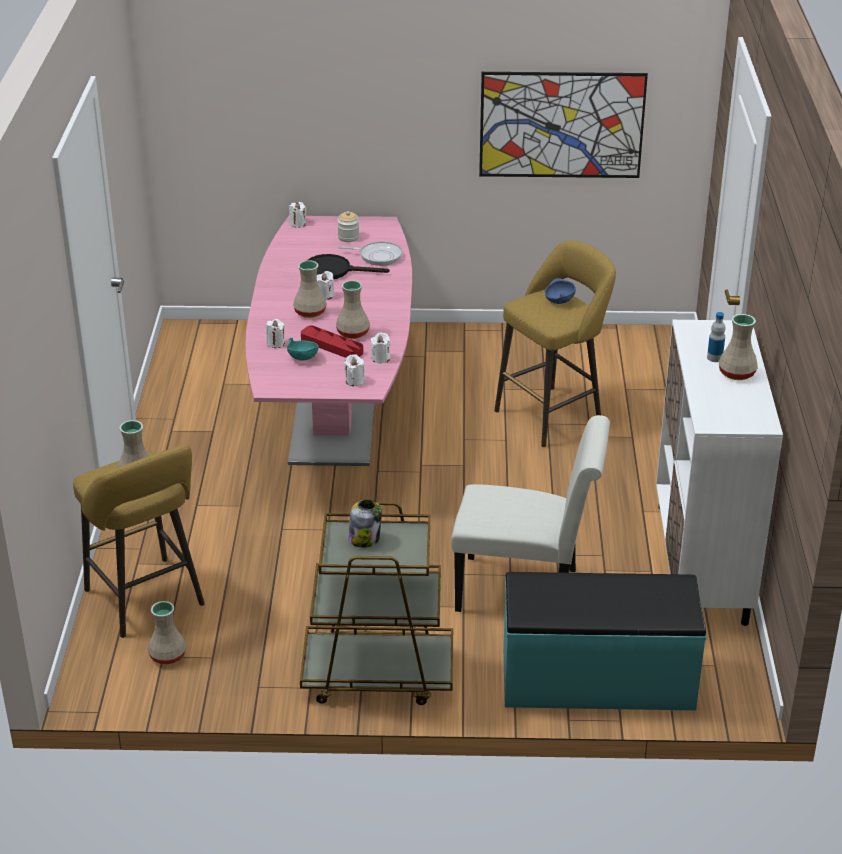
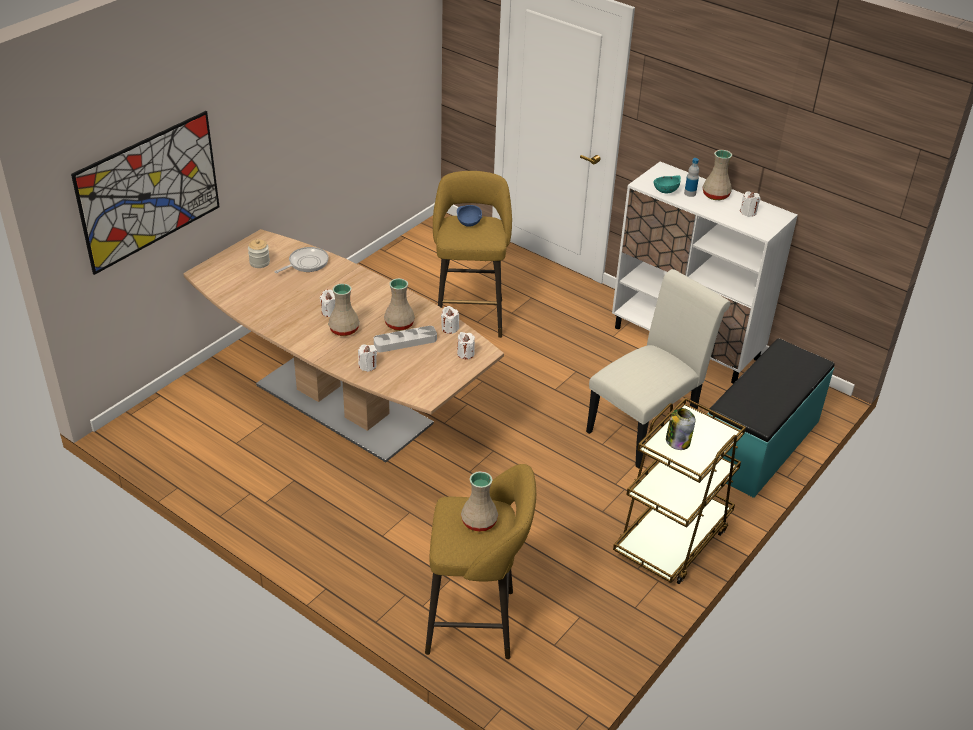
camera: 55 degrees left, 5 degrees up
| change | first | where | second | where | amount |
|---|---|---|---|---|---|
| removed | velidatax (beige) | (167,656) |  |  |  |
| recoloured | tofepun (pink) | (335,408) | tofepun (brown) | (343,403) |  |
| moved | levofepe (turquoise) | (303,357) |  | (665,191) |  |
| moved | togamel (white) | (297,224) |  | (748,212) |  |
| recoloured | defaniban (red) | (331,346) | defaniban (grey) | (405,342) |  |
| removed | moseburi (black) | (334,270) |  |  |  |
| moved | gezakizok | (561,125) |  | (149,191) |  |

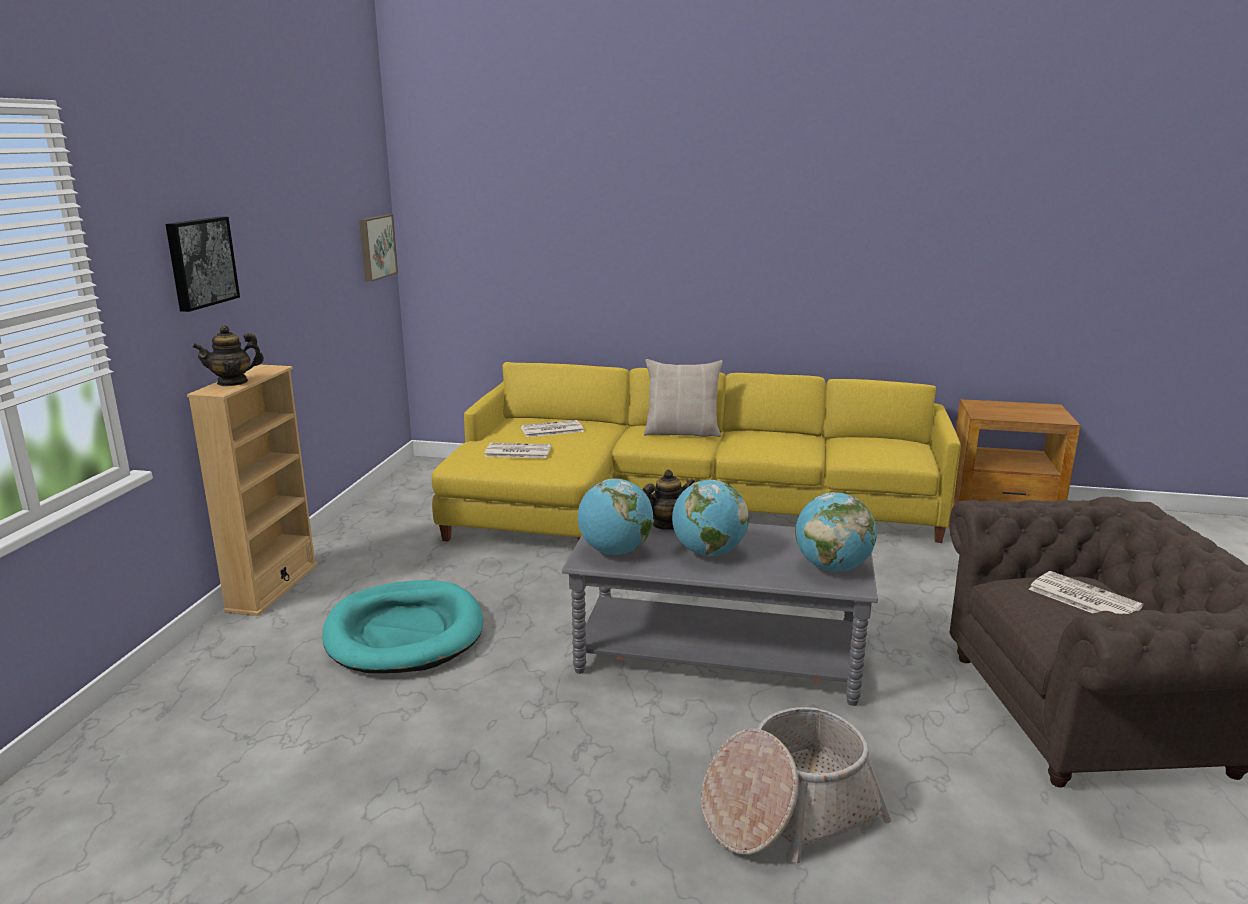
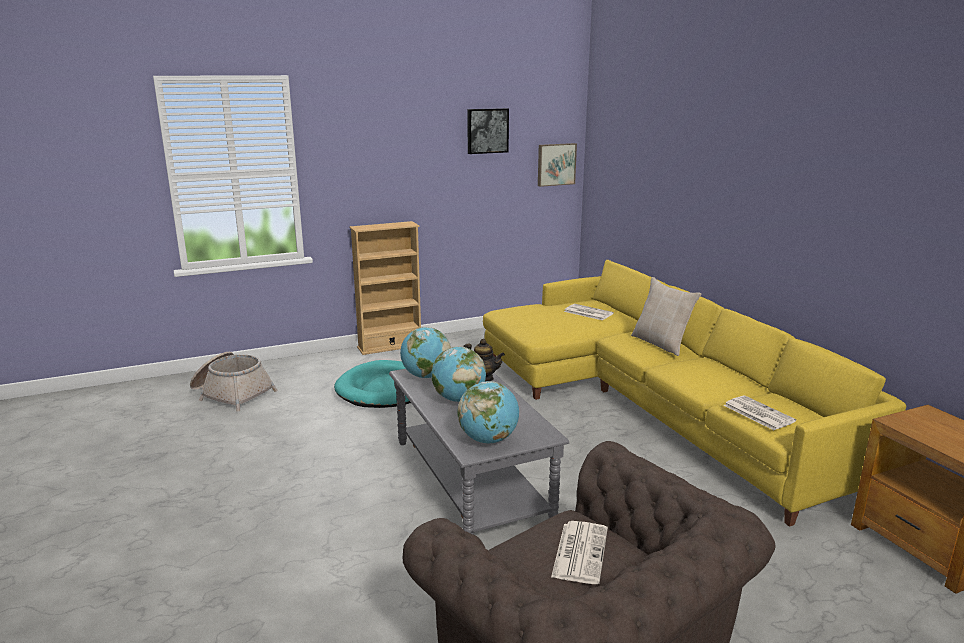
camera: 55 degrees right, 0 degrees up
| change | first | where | second | where | amount |
|---|---|---|---|---|---|
| moved | gezakizok | (200,262) |  | (487,130) |  |
| removed | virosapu | (233,382) |  |  |  |
| moved | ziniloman | (517,452) |  | (757,413) |  |
| moved | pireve | (787,811) |  | (231,394) |  |

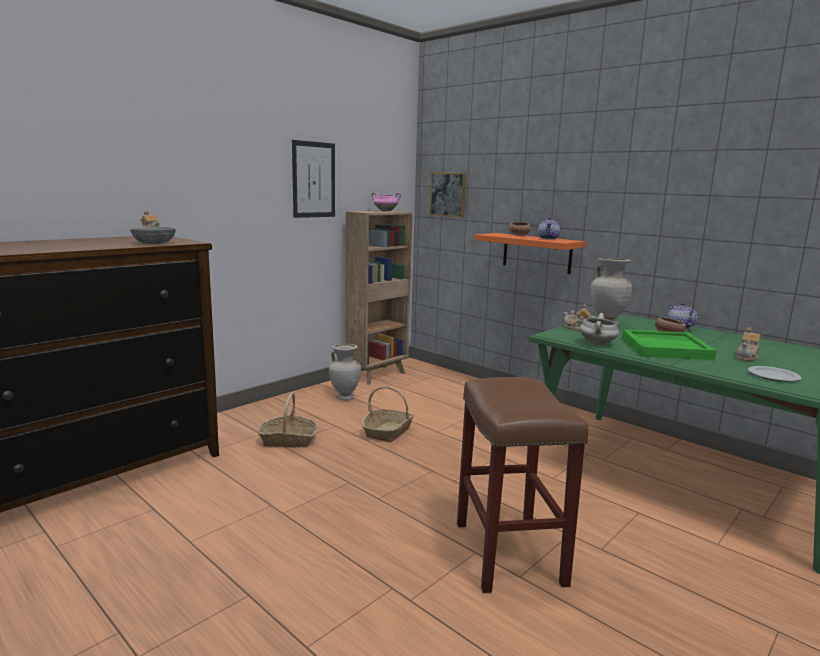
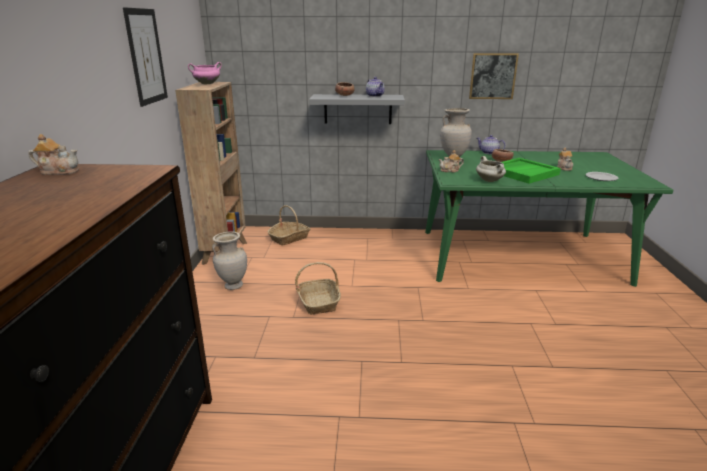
camera: 40 degrees left, 10 degrees up
| change | first | where | second | where | amount |
|---|---|---|---|---|---|
| removed | levofepe (grey) | (154,243) |  |  |  |
| moved | pireve | (288,440) |  | (289,238) |  |
| moved | gezakizok | (448,194) |  | (492,76) |  |
| removed | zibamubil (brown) | (507,552) |  |  |  |
| recoloured | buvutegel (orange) | (536,253) | buvutegel (grey) | (358,109) |  |

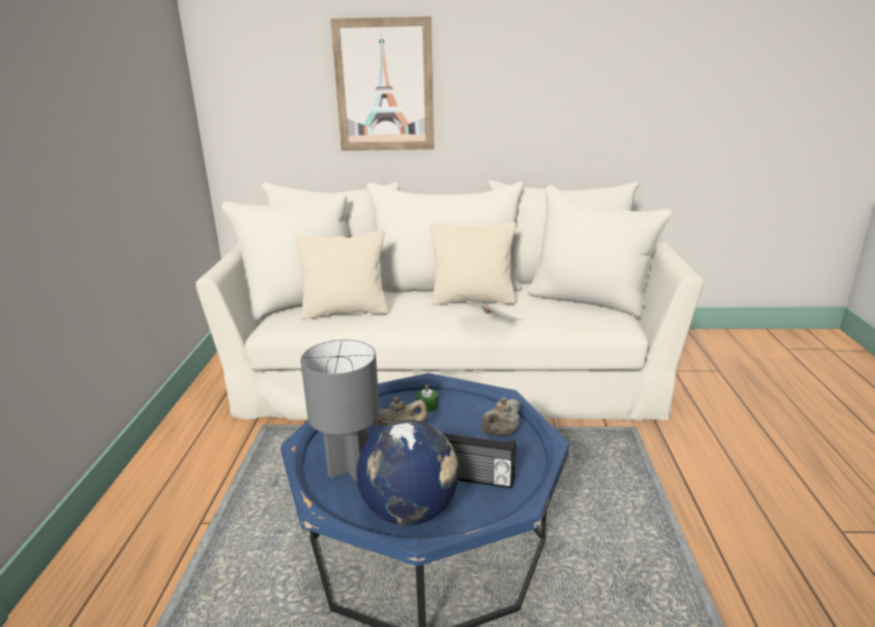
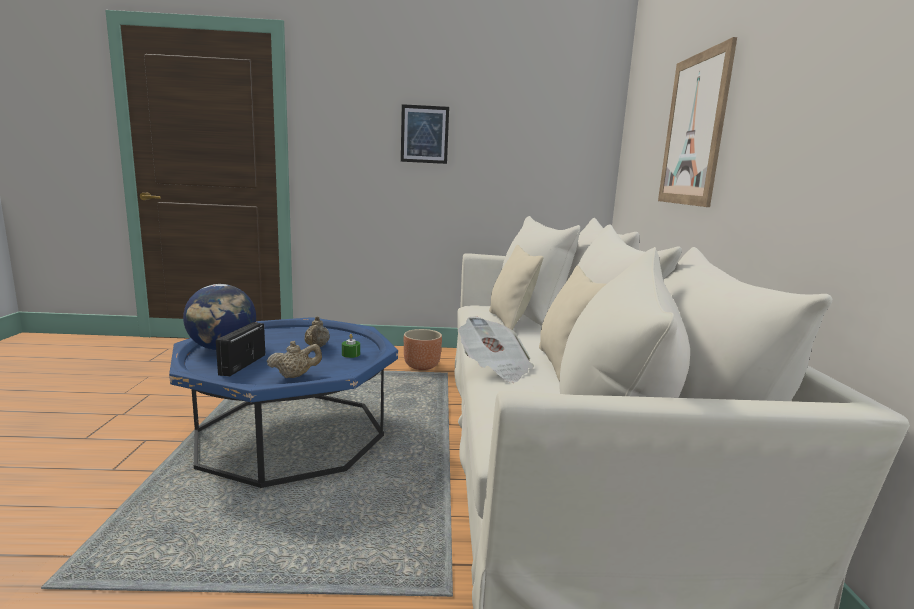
camera: 85 degrees right, 10 degrees down
| change | first | where | second | where | amount |
|---|---|---|---|---|---|
| removed | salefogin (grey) | (349,468) |  |  |  |
| turned | virosapu (beige) | (501,433) |  | (295,376) | 120 degrees clockwise |
| added |  |  | gezakizok | (424,134) |  |
| added |  |  | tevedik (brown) | (422,366) |  |

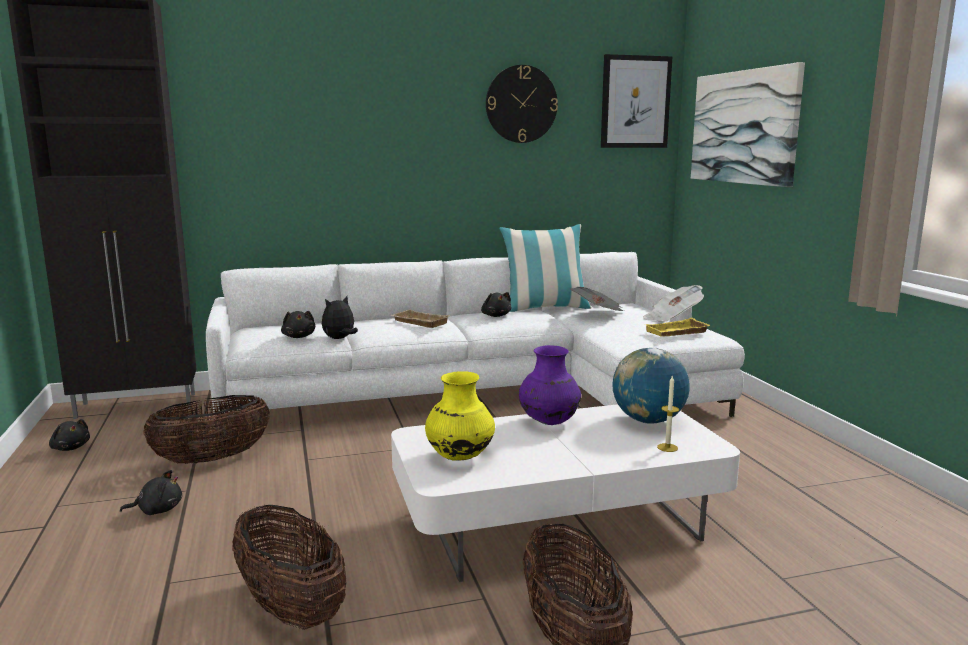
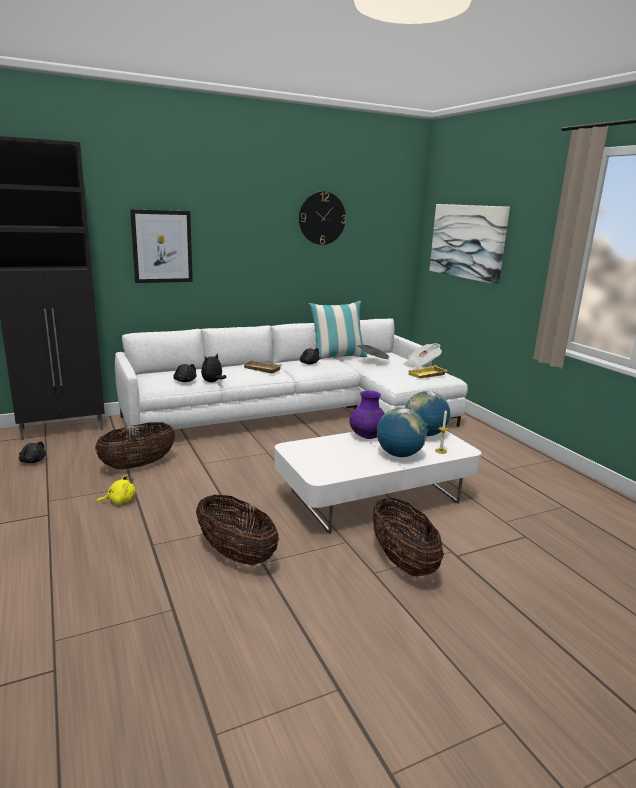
camera: 10 degrees left, 5 degrees up
| change | first | where | second | where | amount |
|---|---|---|---|---|---|
| recoloured | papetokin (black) | (157,510) | papetokin (yellow) | (120,500) |  |
| removed | velidatax (yellow) | (460,457) |  |  |  |
| moved | gezakizok | (635,102) |  | (162,246) |  |
| added |  |  | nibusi | (399,455) |  |

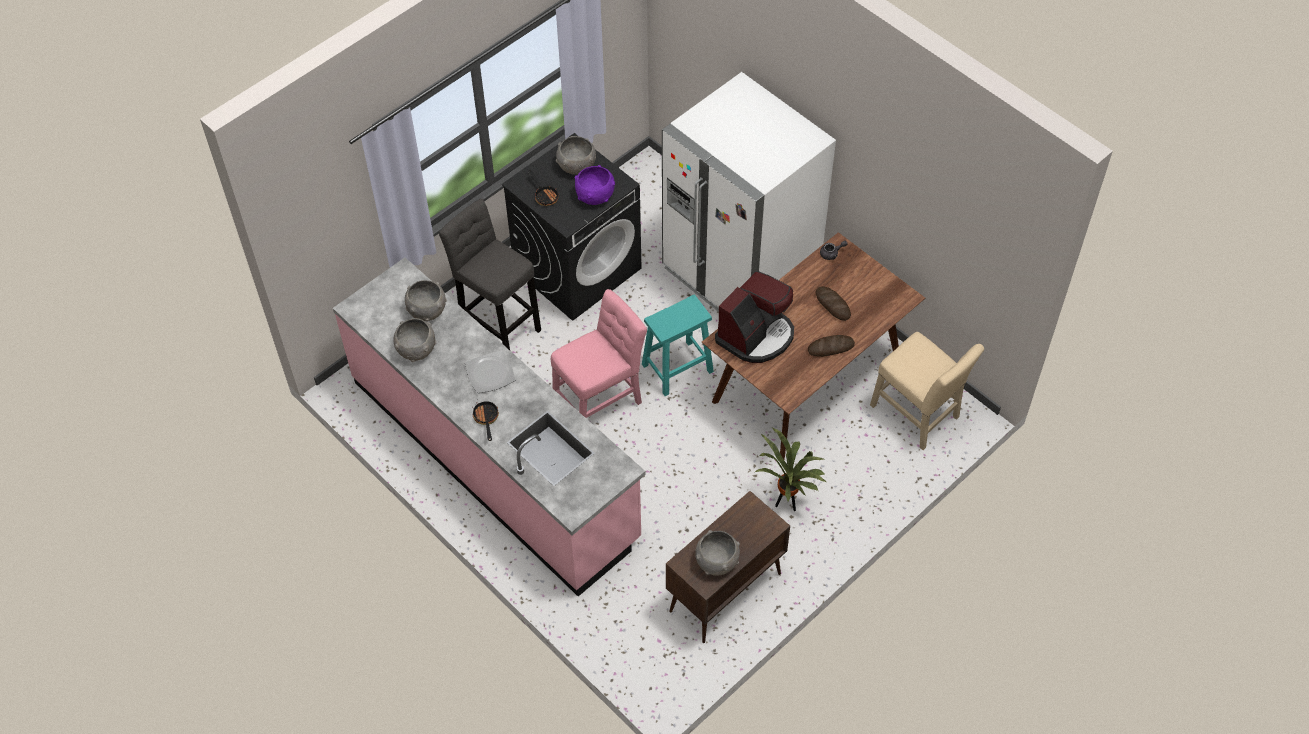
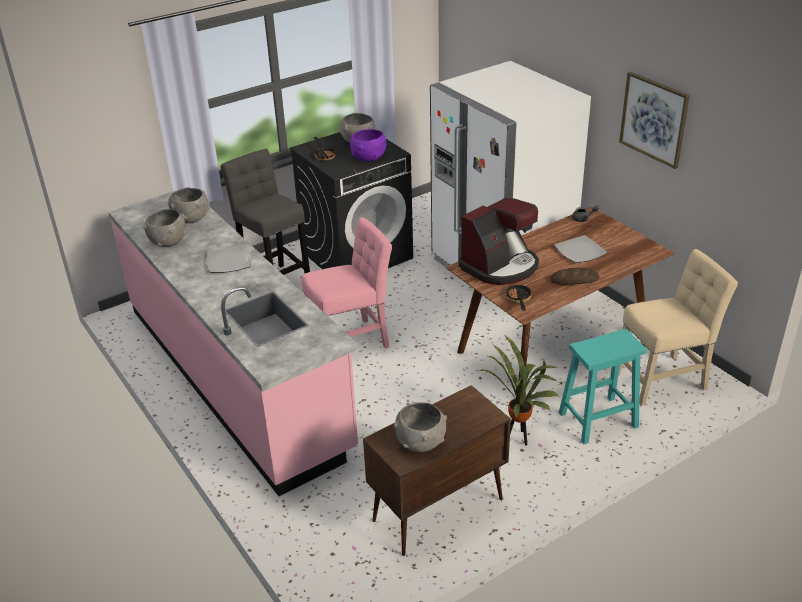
camera: 10 degrees right, 20 degrees down
| change | first | where | second | where | amount |
|---|---|---|---|---|---|
| moved | moseburi | (486,419) |  | (518,299) |  |
| moved | zibamubil (turquoise) | (676,369) |  | (597,420) |  |
| replaced | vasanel | (832,305) | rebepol | (580,251) |  |
| turned | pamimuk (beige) | (917,415) |  | (663,379) | 75 degrees counterclockwise |
| added |  |  | gezakizok | (654,119) |  |

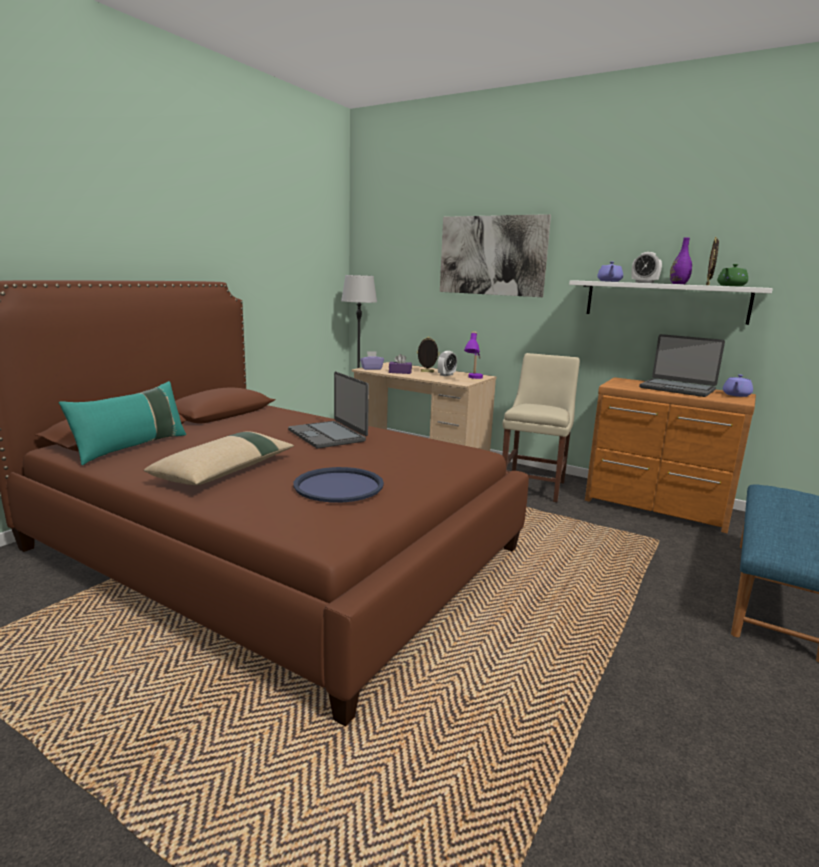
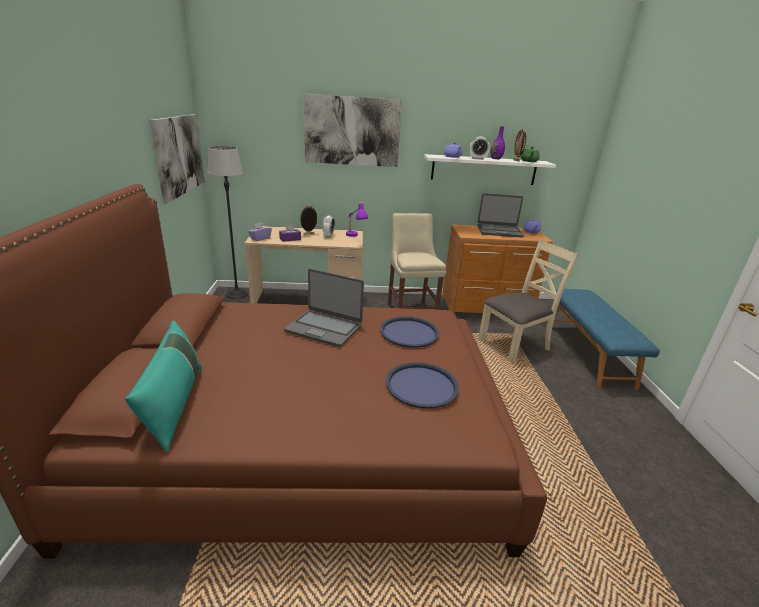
camera: 35 degrees left, 10 degrees up
| change | first | where | second | where | amount |
|---|---|---|---|---|---|
| removed | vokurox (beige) | (226,470) |  |  |  |
| added |  |  | gezakizok | (179,155) |  |
| added |  |  | defaniban (blue) | (409,332) |  |
| added |  |  | pamimuk (beige) | (514,345) |  |

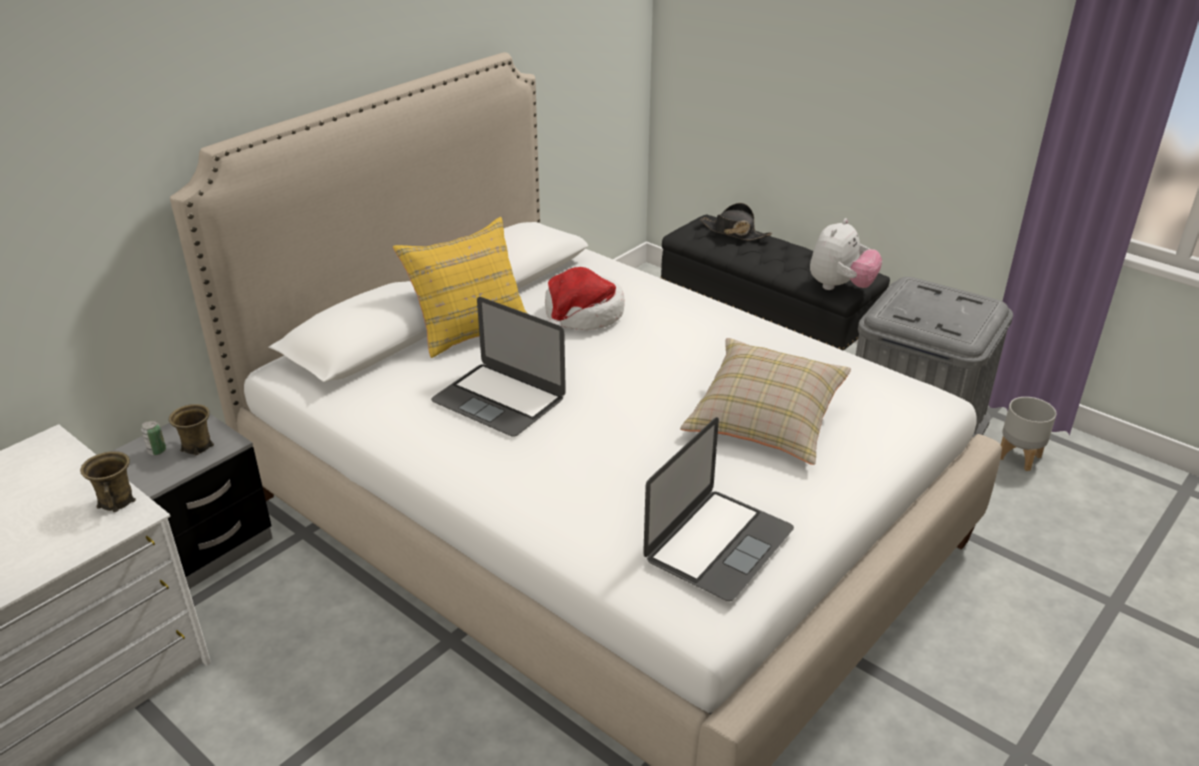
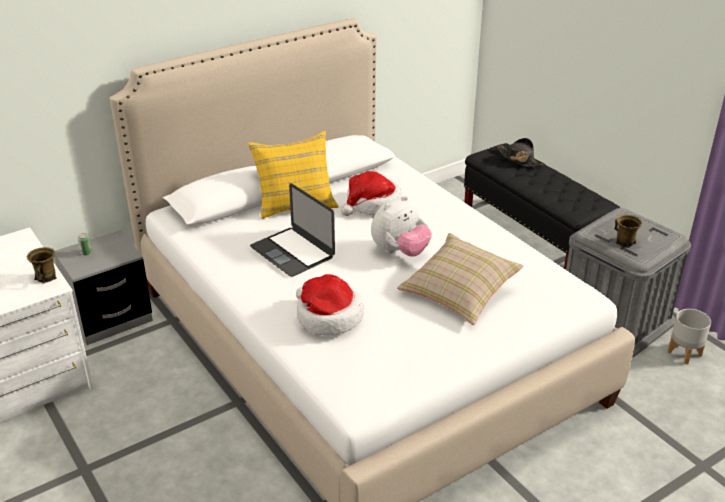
camera: 15 degrees right, 0 degrees up
| change | first | where | second | where | amount |
|---|---|---|---|---|---|
| moved | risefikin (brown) | (197,446) |  | (624,242) |  |
| removed | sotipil | (718,544) |  |  |  |
| moved | papetokin | (840,287) |  | (400,252) |  |
| added |  |  | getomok | (328,317) |  |

